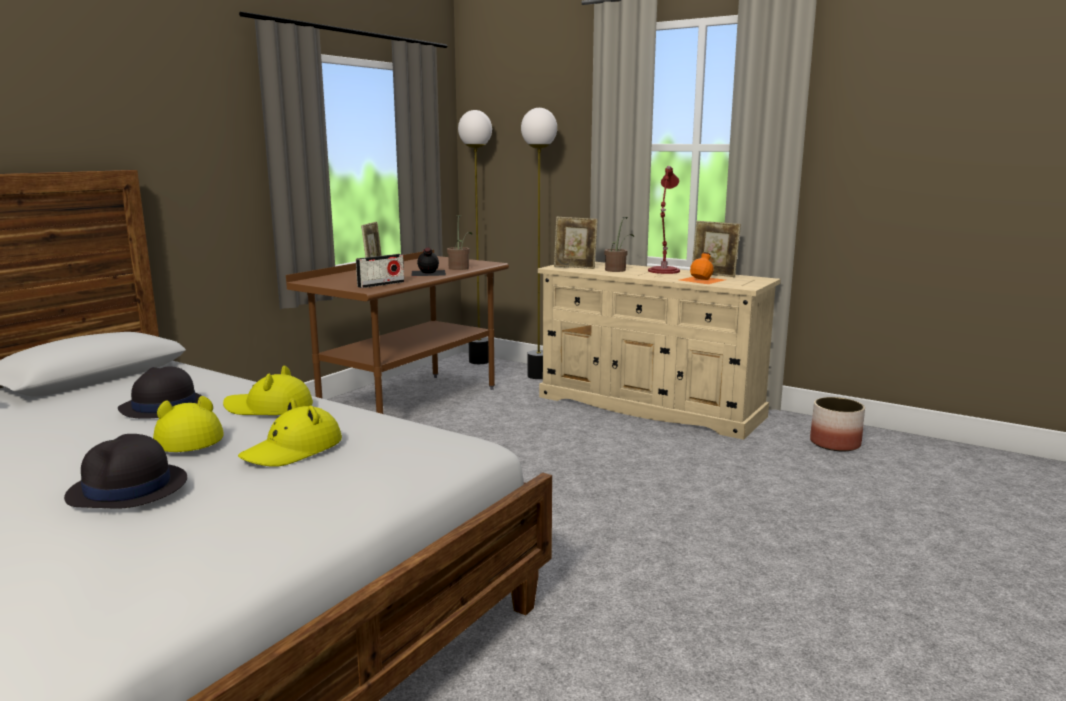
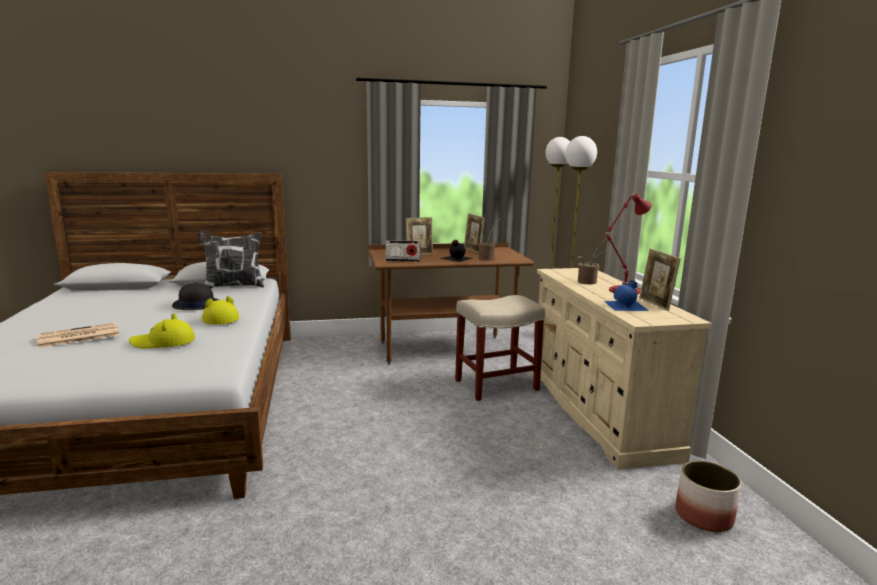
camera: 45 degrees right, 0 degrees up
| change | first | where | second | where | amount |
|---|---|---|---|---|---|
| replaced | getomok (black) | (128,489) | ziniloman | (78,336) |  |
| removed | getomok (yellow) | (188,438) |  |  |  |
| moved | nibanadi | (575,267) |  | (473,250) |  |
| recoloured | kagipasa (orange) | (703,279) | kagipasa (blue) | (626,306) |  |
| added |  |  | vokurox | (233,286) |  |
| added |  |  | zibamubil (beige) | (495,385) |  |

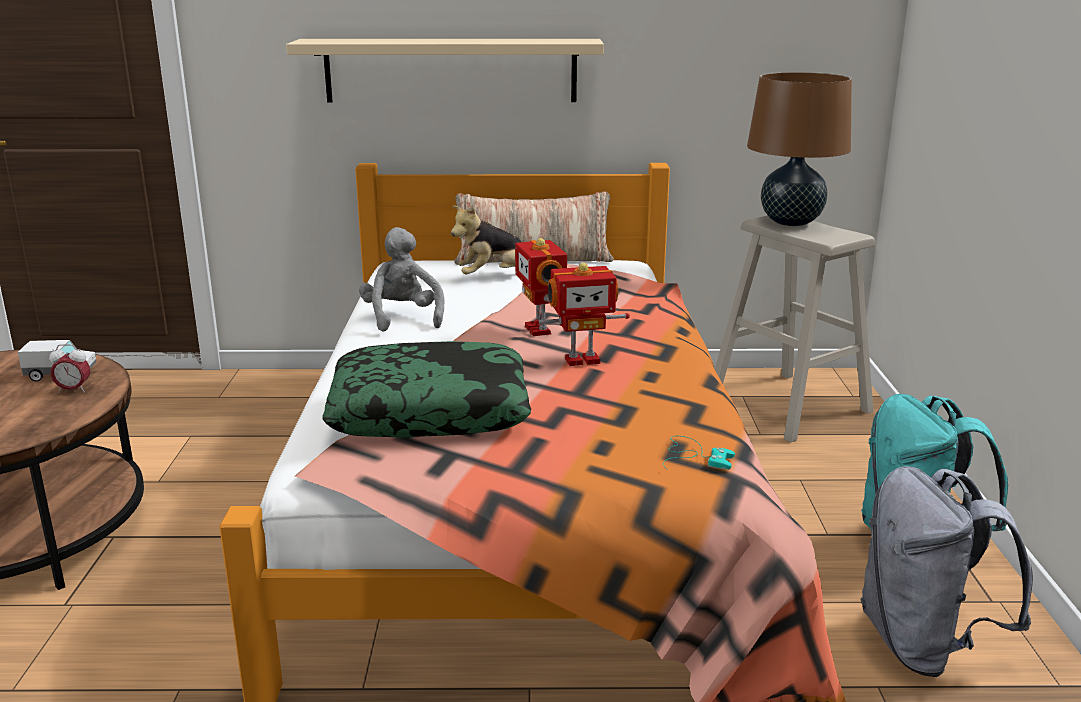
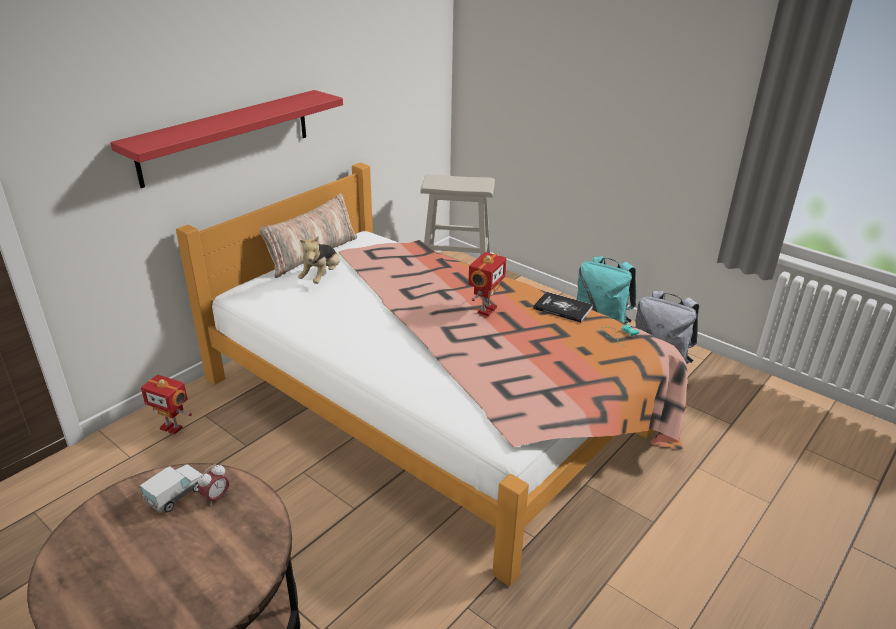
camera: 50 degrees left, 10 degrees up
| change | first | where | second | where | amount |
|---|---|---|---|---|---|
| recoloured | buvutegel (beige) | (451,70) | buvutegel (red) | (226,137) |  |
| removed | vokurox | (430,410) |  |  |  |
| removed | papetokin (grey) | (402,318) |  |  |  |
| moved | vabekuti | (540,330) |  | (172,427) |  |
| removed | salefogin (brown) | (791,222) |  |  |  |
| added |  |  | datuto | (562,308) |  |

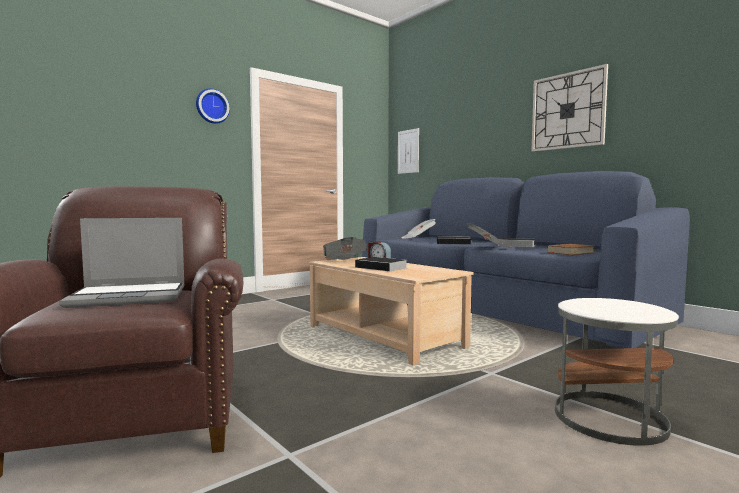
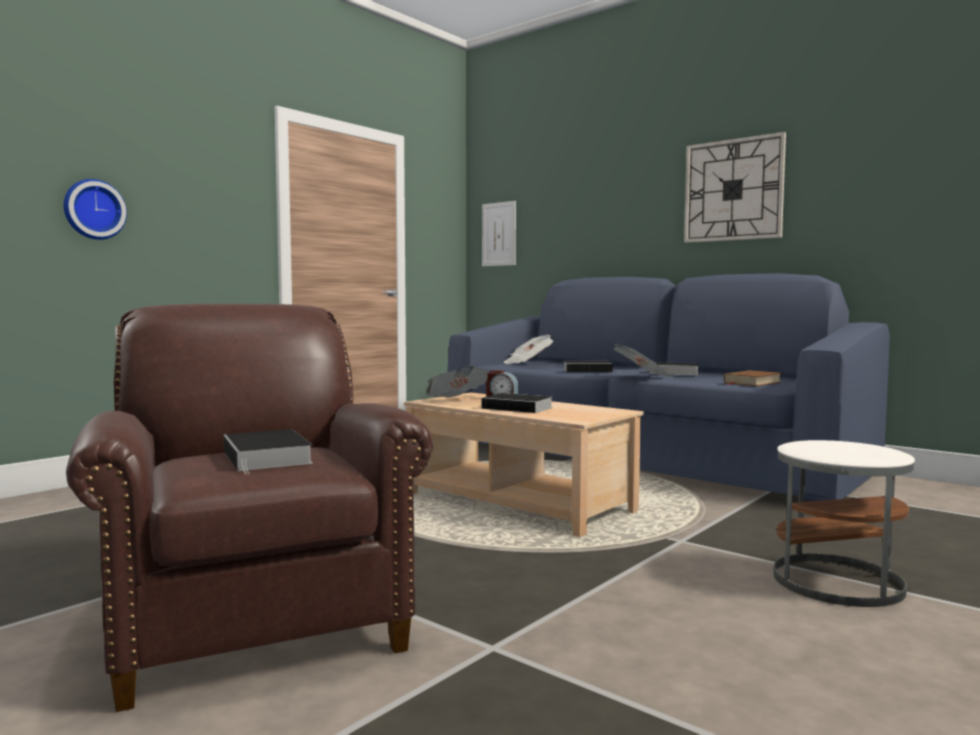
camera: 10 degrees left, 0 degrees up
| change | first | where | second | where | amount |
|---|---|---|---|---|---|
| replaced | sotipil | (131,297) | datuto | (268,458) |  |
| moved | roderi | (212,106) |  | (93,209) |  |

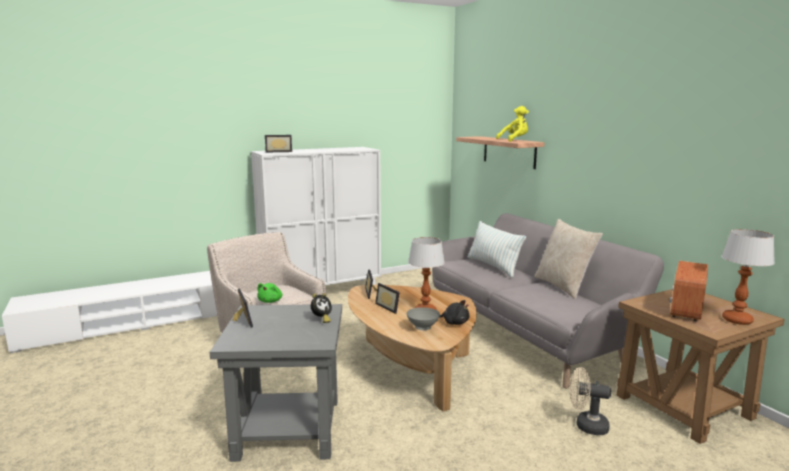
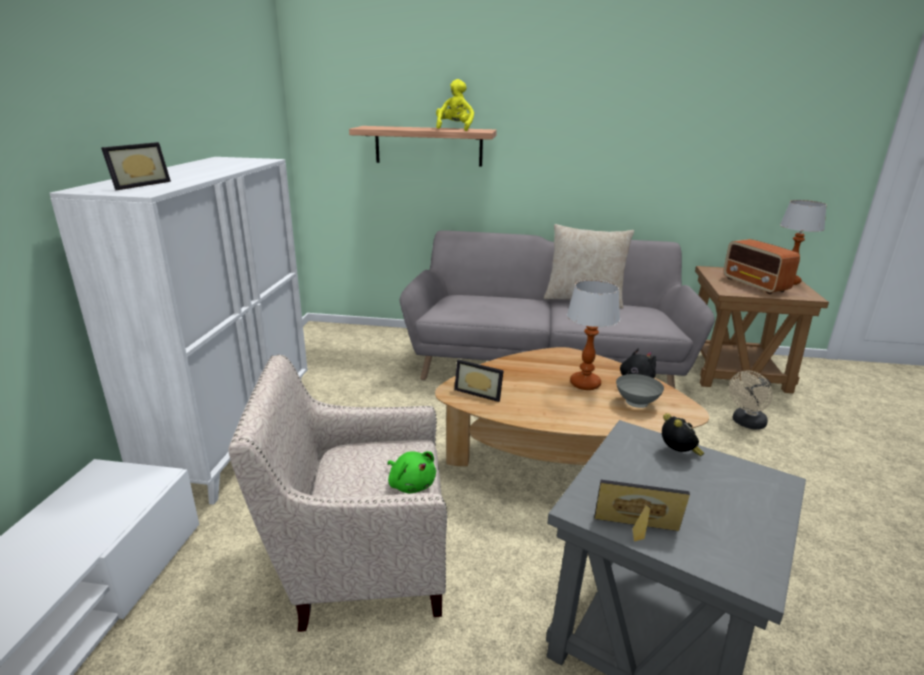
camera: 55 degrees left, 10 degrees up
| change | first | where | second | where | amount |
|---|---|---|---|---|---|
| removed | nibanadi | (389,307) |  |  |  |
| removed | vokurox | (493,266) |  |  |  |

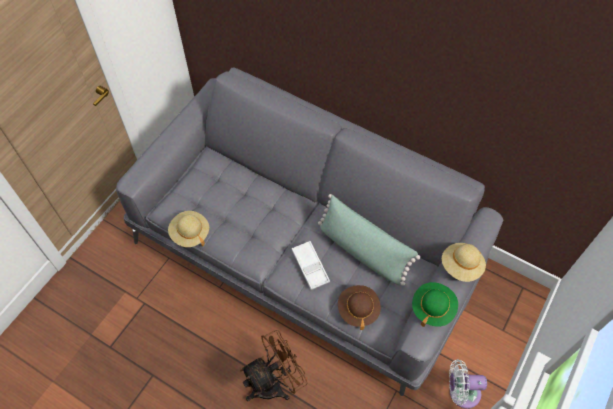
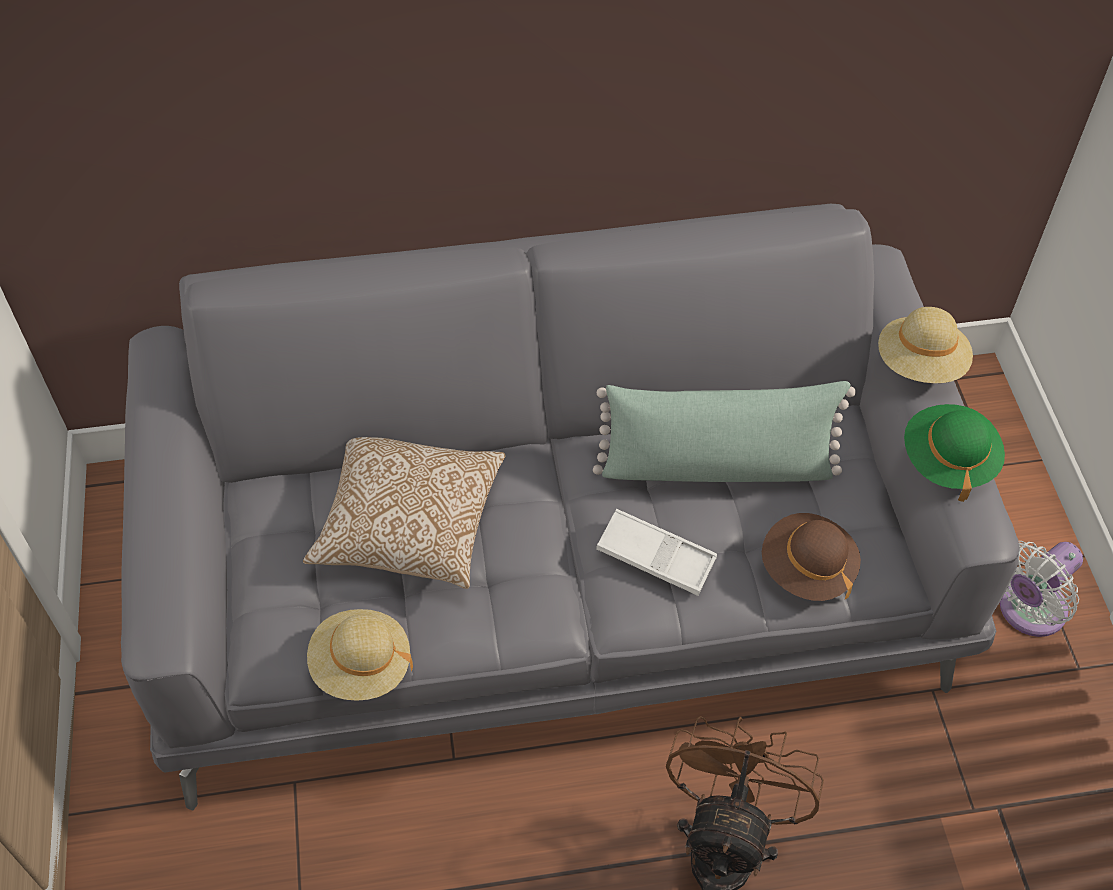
camera: 40 degrees left, 5 degrees down
| change | first | where | second | where | amount |
|---|---|---|---|---|---|
| added |  |  | vokurox | (409,525) |  |

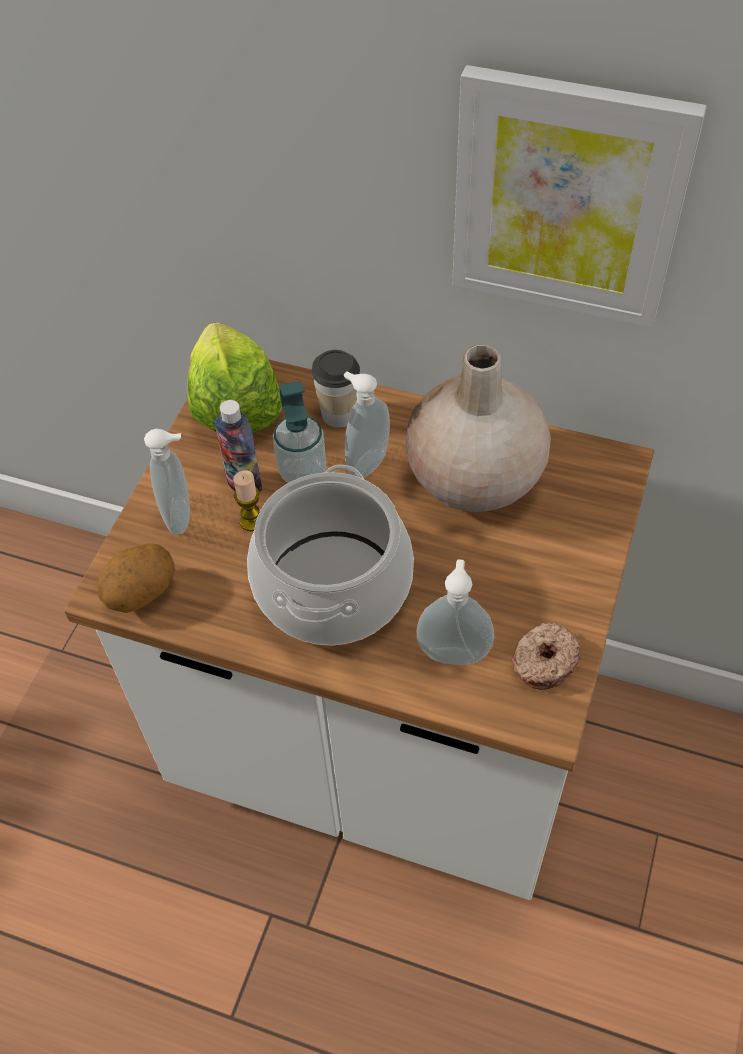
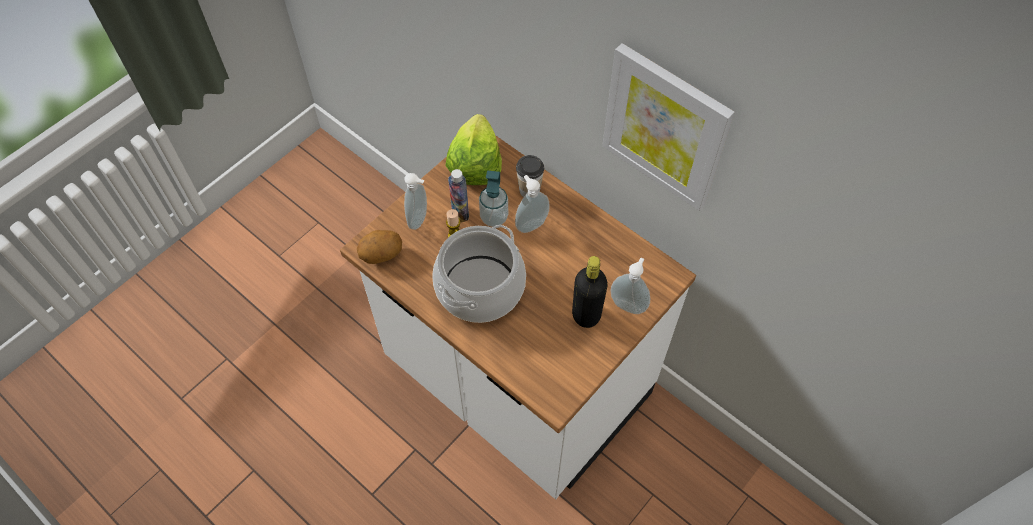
camera: 20 degrees right, 5 degrees up
| change | first | where | second | where | amount |
|---|---|---|---|---|---|
| removed | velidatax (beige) | (474,478) |  |  |  |
| moved | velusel | (454,651) |  | (628,304) |  |
| removed | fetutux | (543,661) |  |  |  |
| added |  |  | kagipasa (black) | (586,315) |  |

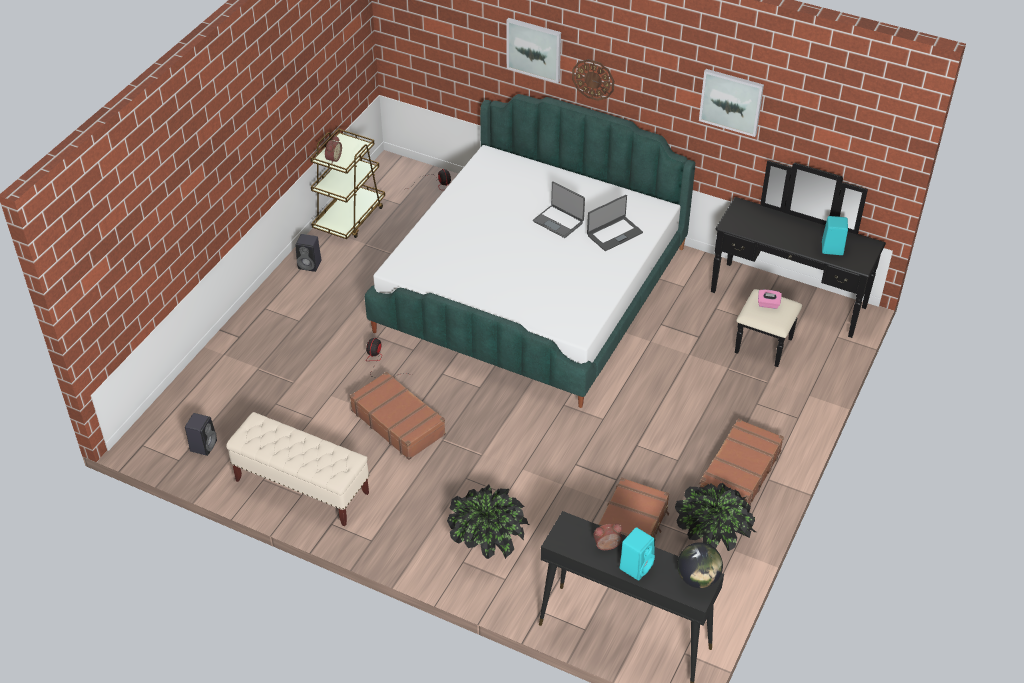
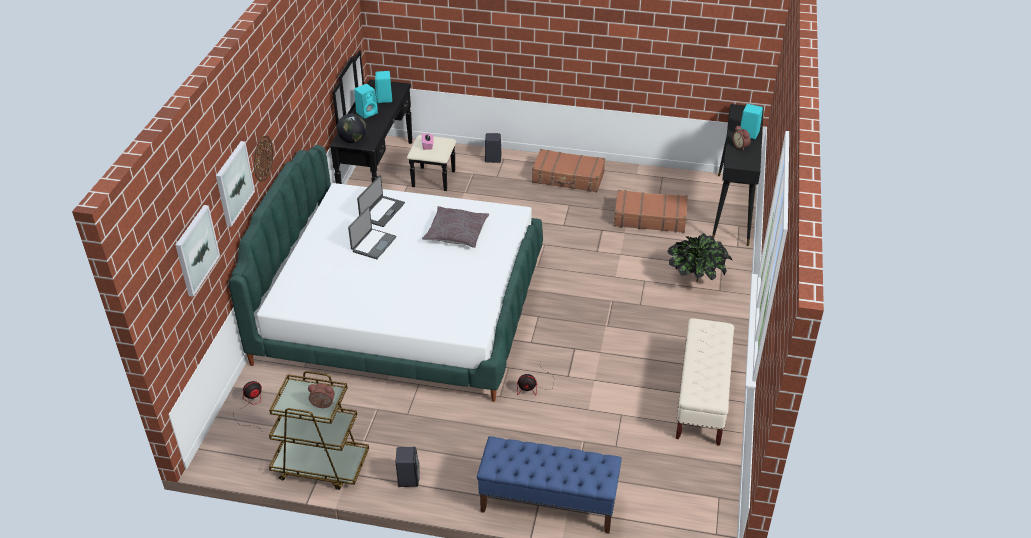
camera: 105 degrees left, 5 degrees down
| change | first | where | second | where | amount |
|---|---|---|---|---|---|
| moved | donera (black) | (203,445) |  | (492,159) |  |
| removed | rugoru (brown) | (398,422) |  |  |  |
| turned | sotipil | (614,234) |  | (381,211) | 75 degrees clockwise |
| removed | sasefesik | (712,539) |  |  |  |
| moved | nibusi | (697,578) |  | (353,140) |  |
| moved | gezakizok | (731,101) |  | (196,250) |  |
| added |  |  | donera (turquoise) | (367,112) |  |
| added |  |  | vokurox (grey) | (456,233) |  |
| added |  |  | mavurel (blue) | (548,503) |  |

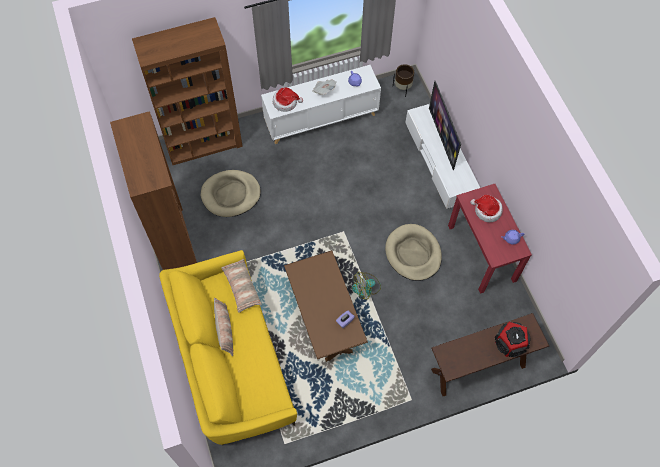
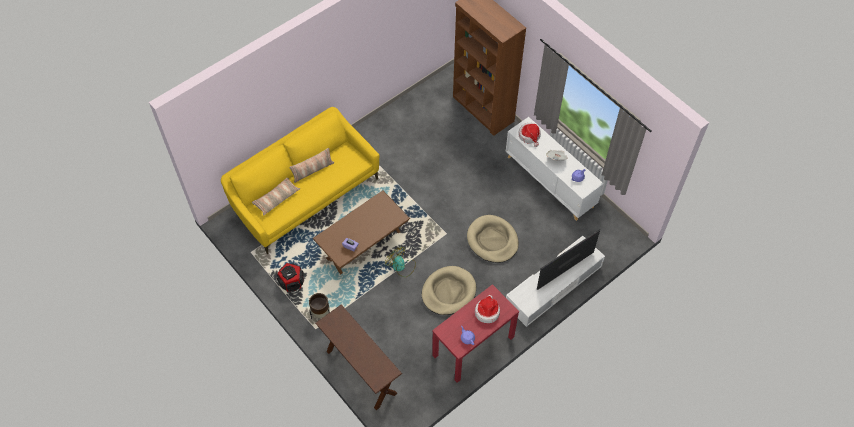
camera: 70 degrees right, 5 degrees down
| change | first | where | second | where | amount |
|---|---|---|---|---|---|
| removed | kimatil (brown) | (174,241) |  |  |  |
| moved | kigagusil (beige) | (231,195) |  | (492,240) |  |
| moved | vokurox | (241,287) |  | (276,198) |  |
| moved | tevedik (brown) | (402,88) |  | (320,314) |  |
| moved | donera | (510,343) |  | (292,282) |  |

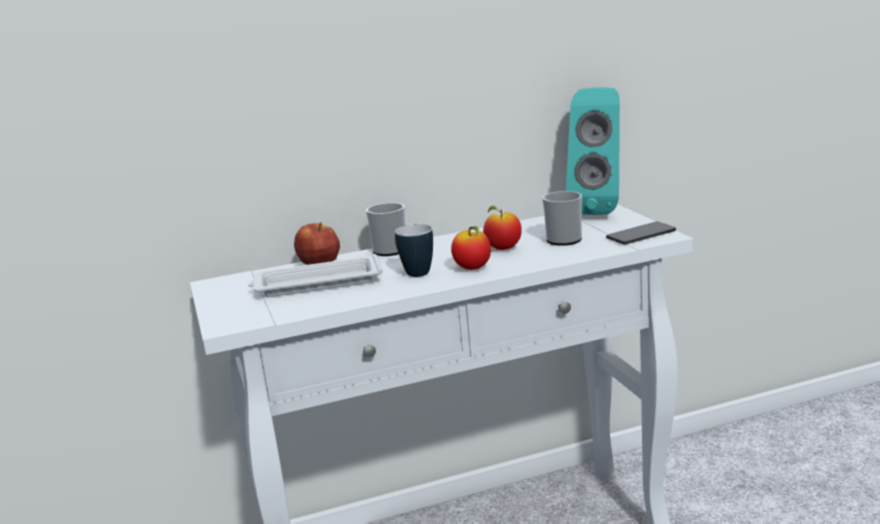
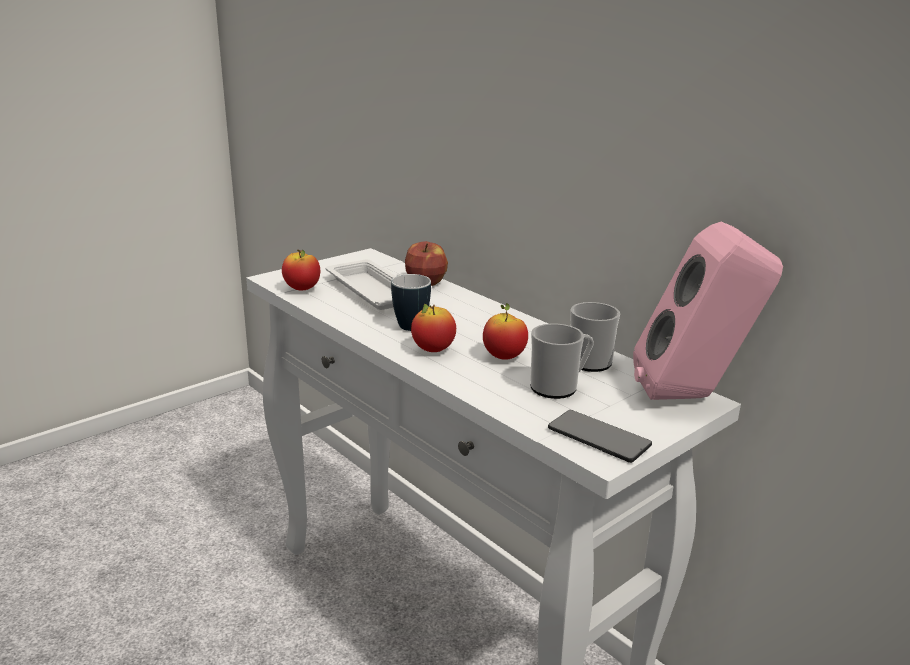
camera: 65 degrees right, 5 degrees up
| change | first | where | second | where | amount |
|---|---|---|---|---|---|
| moved | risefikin | (388,249) |  | (593,360) |  |
| recoloured | donera (turquoise) | (599,209) | donera (pink) | (694,397) |  |
| added |  |  | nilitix | (302,289) |  |

